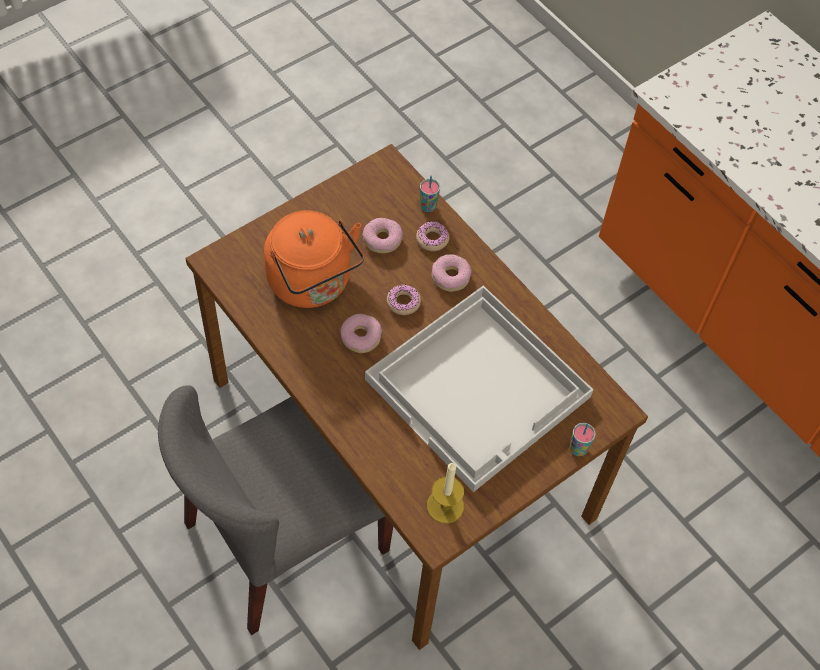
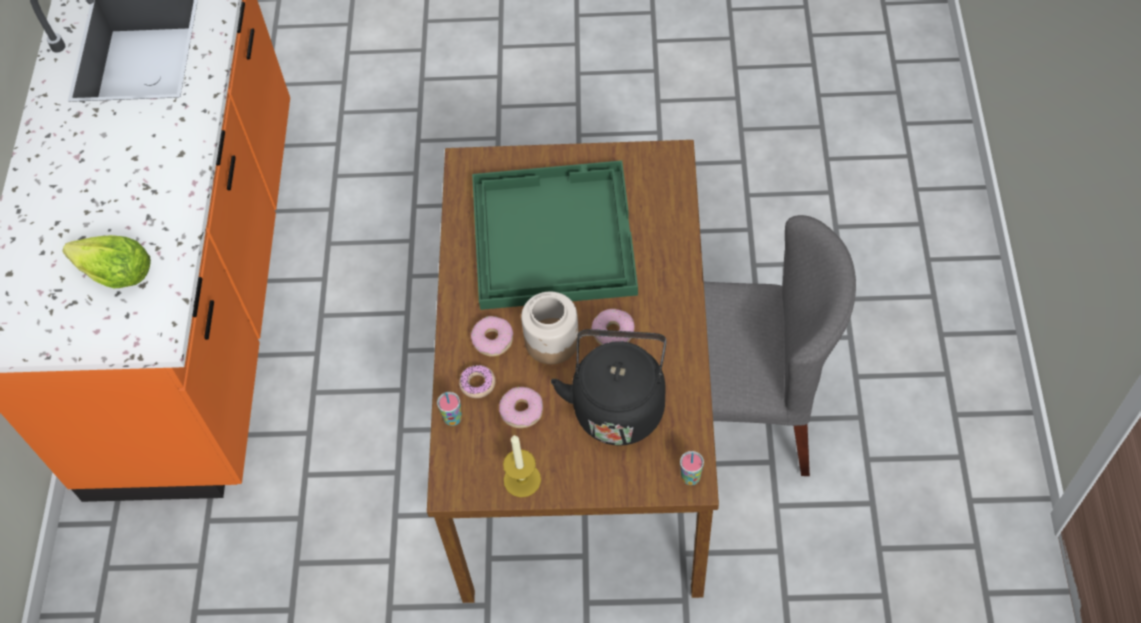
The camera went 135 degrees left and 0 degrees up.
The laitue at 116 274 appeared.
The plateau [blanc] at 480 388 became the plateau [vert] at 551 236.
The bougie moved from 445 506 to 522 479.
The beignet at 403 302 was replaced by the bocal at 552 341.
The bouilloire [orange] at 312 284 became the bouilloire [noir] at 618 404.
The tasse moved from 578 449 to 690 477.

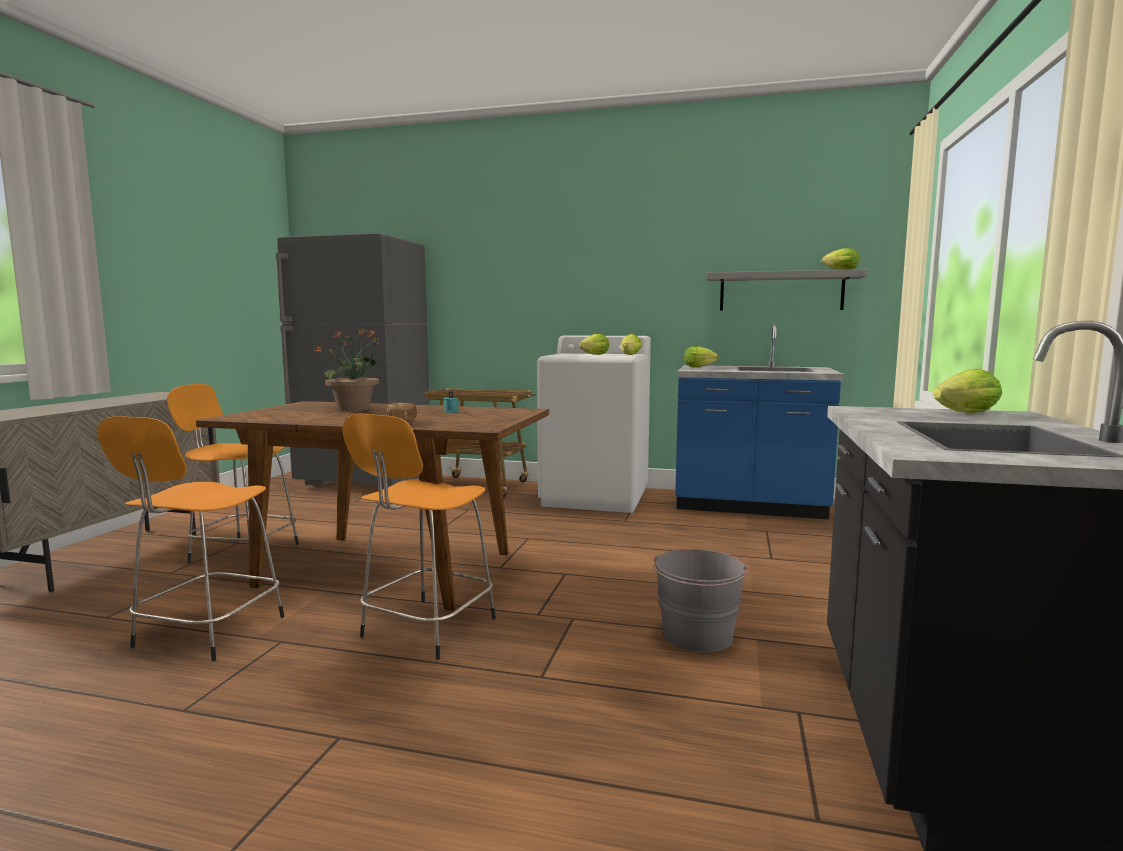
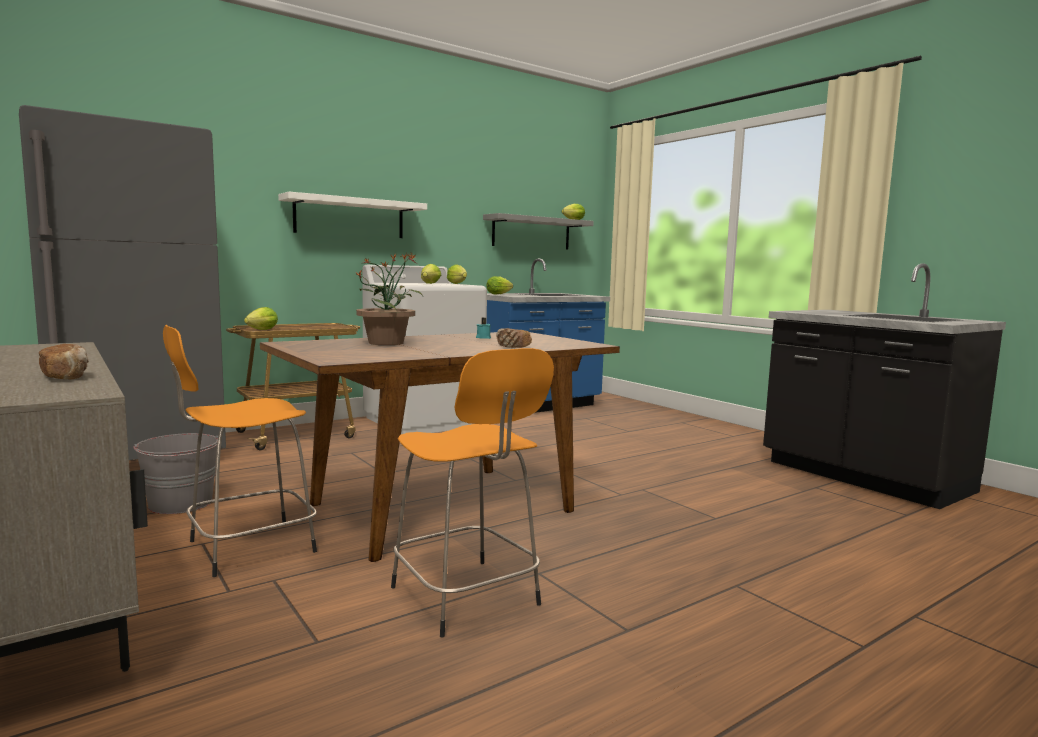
The camera went 50 degrees left and 0 degrees up.
The pain at 66 376 appeared.
The seau [gris] moved from 697 636 to 181 504.
The laitue moved from 962 413 to 260 330.
The étagère [blanc] at 350 217 appeared.
The tabouret [orange] at 426 629 disappeared.

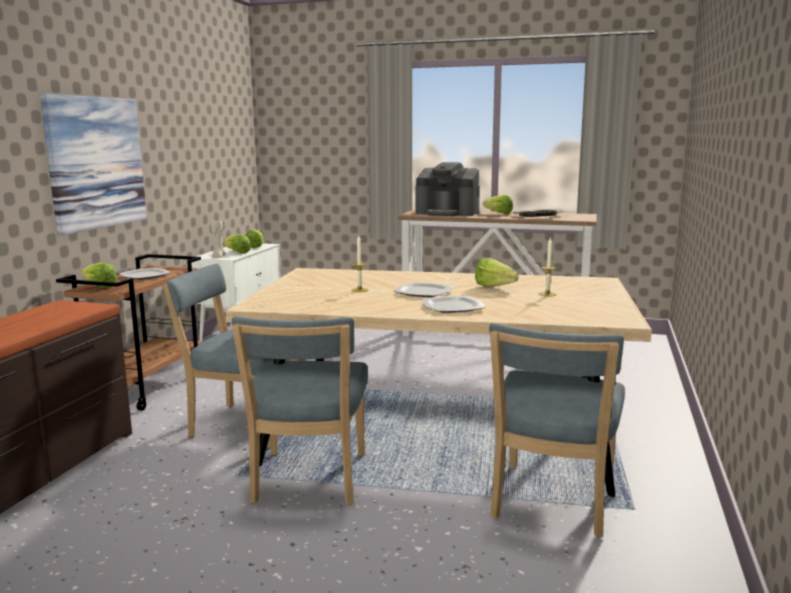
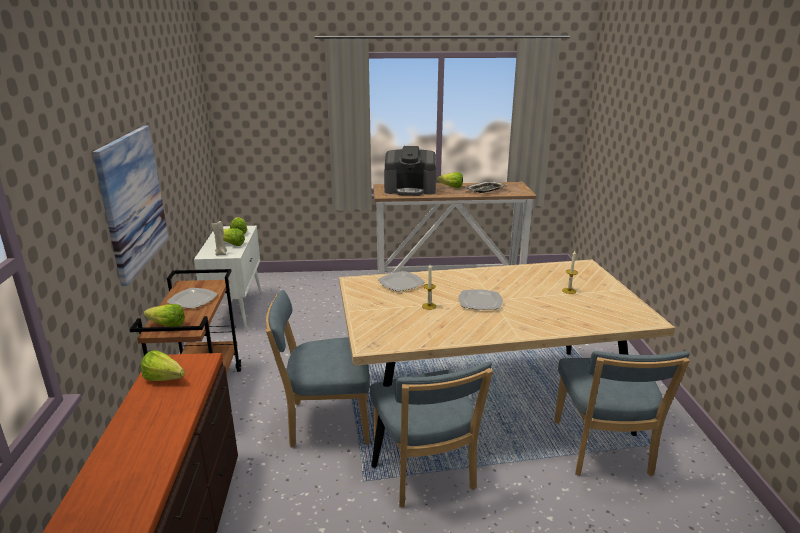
The camera went 20 degrees left and 10 degrees up.
The laitue moved from 497 288 to 166 380.
The assiette moved from 453 307 to 401 283.

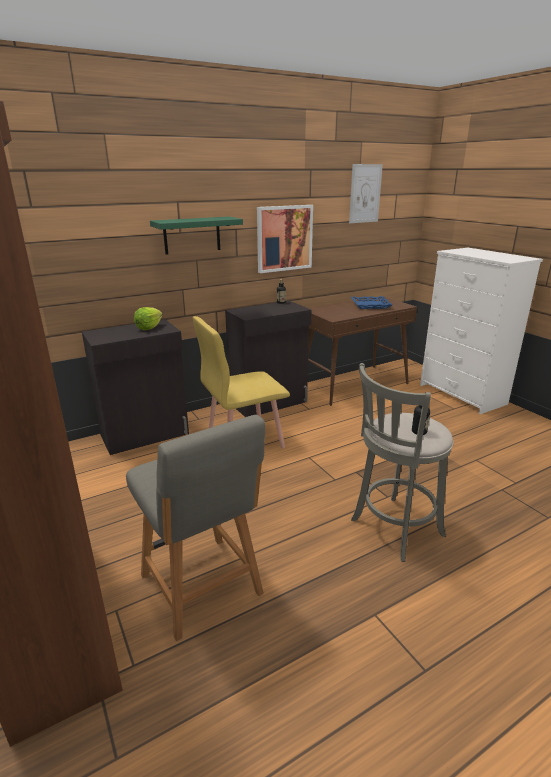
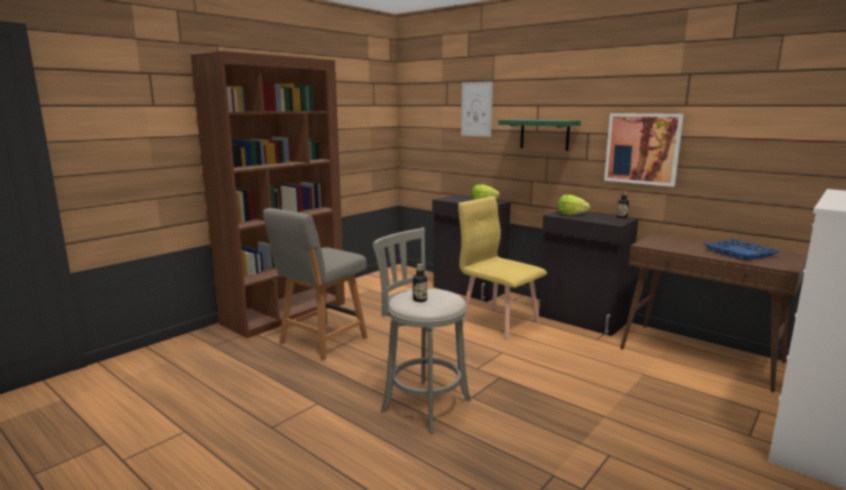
The camera went 70 degrees right and 10 degrees down.
The tableau moved from 365 193 to 476 109.
The laitue at 571 214 appeared.

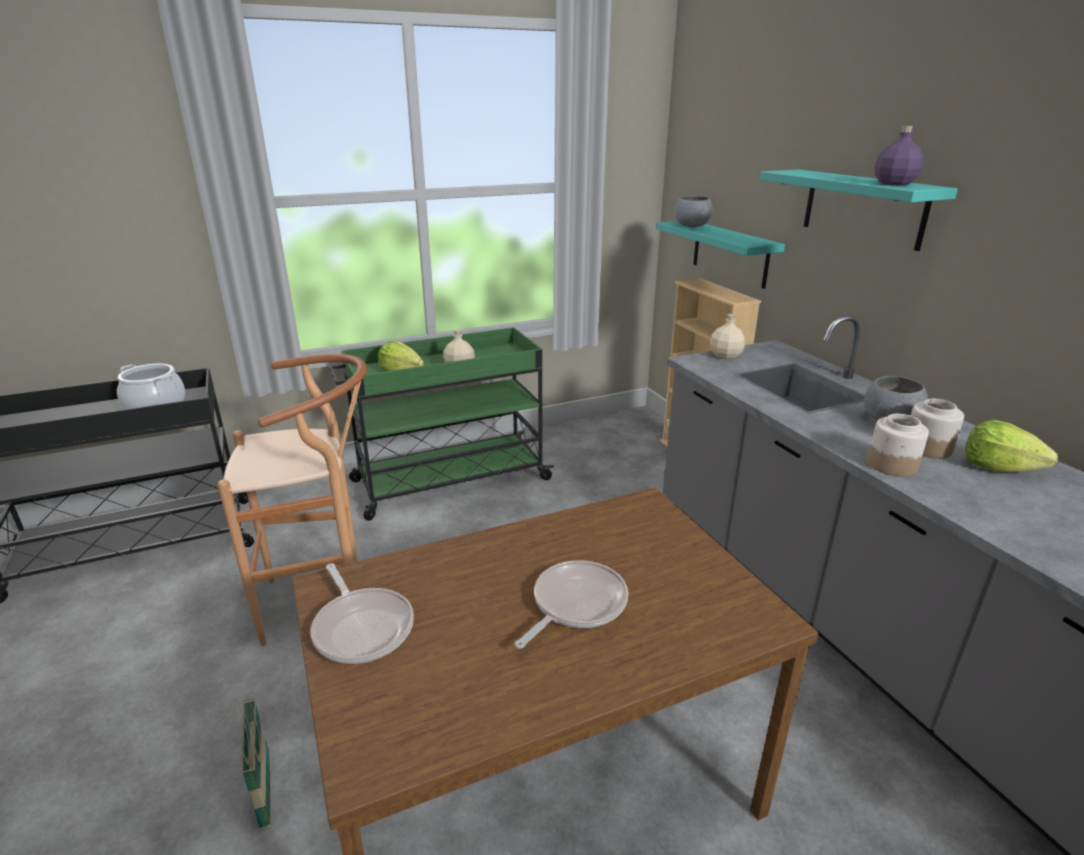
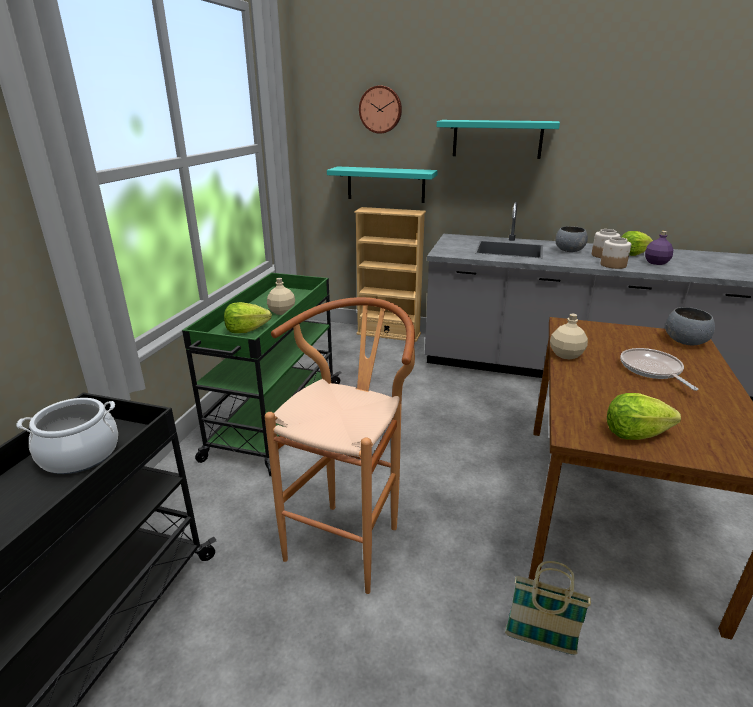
The camera went 50 degrees left and 0 degrees up.
The horloge murale at 380 109 appeared.
The bouteille [beige] moved from 726 356 to 566 354.
The poêle at 362 627 was replaced by the laitue at 635 433.
The bouteille [violet] moved from 894 184 to 656 263.
The bol [gris] moved from 691 226 to 685 342.

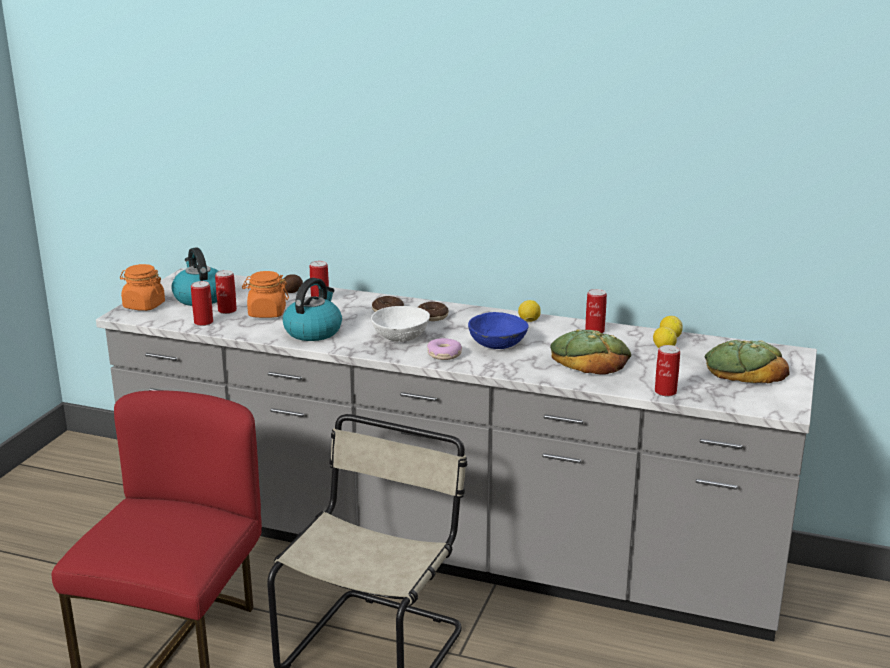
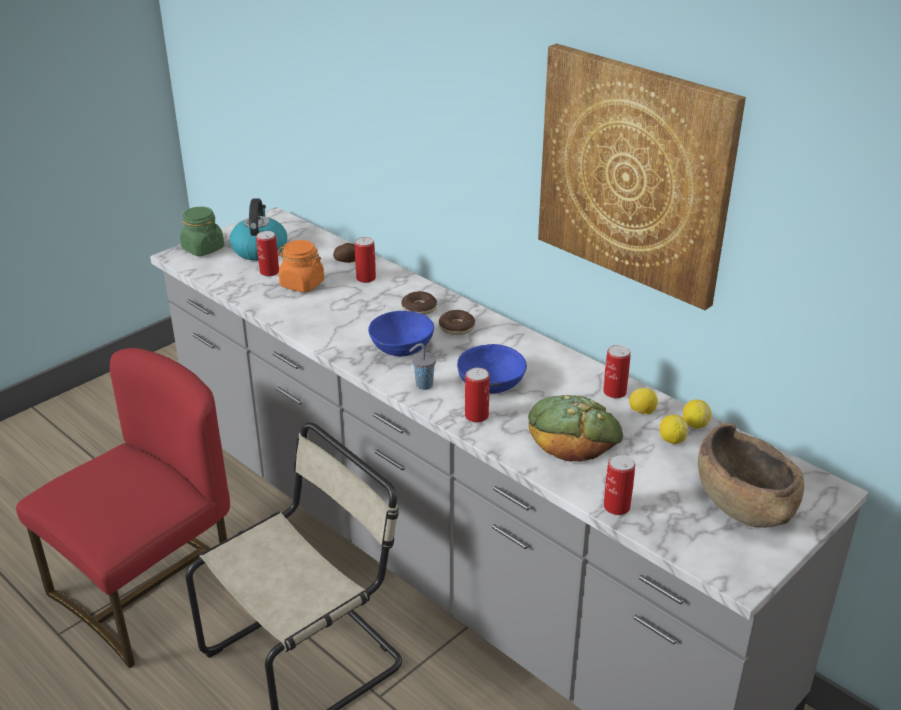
The camera went 25 degrees right and 10 degrees up.
The bocal [orange] at 144 306 became the bocal [vert] at 203 249.
The bol [blanc] at 401 336 became the bol [bleu] at 403 347.
The beignet at 444 355 was replaced by the tasse [gris] at 423 385.
The boîte métallique moved from 203 322 to 476 416.
The tableau at 634 174 appeared.
The citron moved from 529 321 to 642 412.
The pain at 744 369 was replaced by the bol [marron] at 743 499.
The bouilloire at 313 331 disappeared.

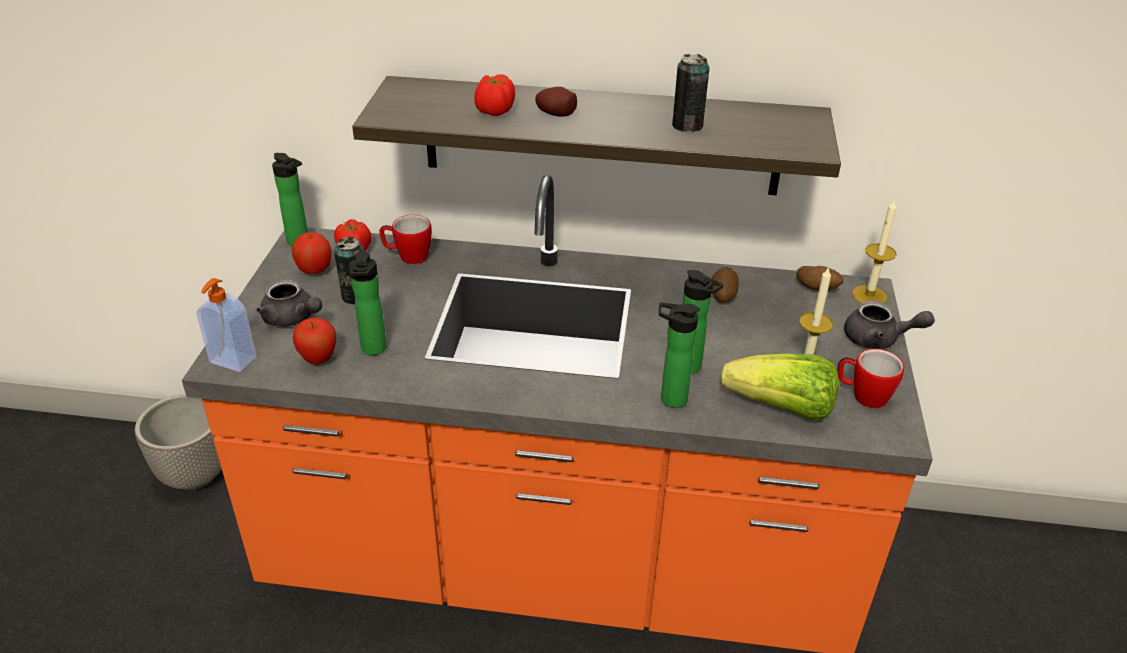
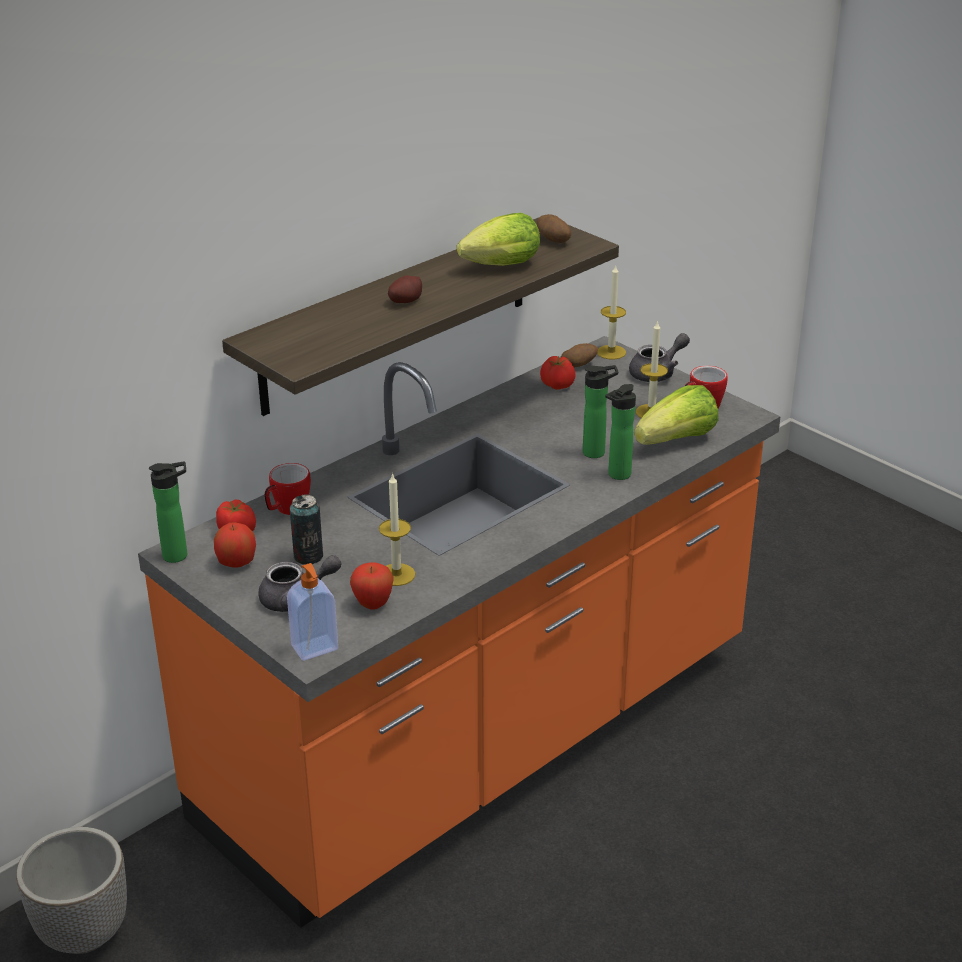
The camera went 50 degrees left and 5 degrees down.
The bouteille at 373 350 was replaced by the bougie at 396 574.
The boîte métallique at 687 126 was replaced by the laitue at 497 266.
The pomme de terre moved from 722 296 to 553 241.
The tomate moved from 494 111 to 557 386.

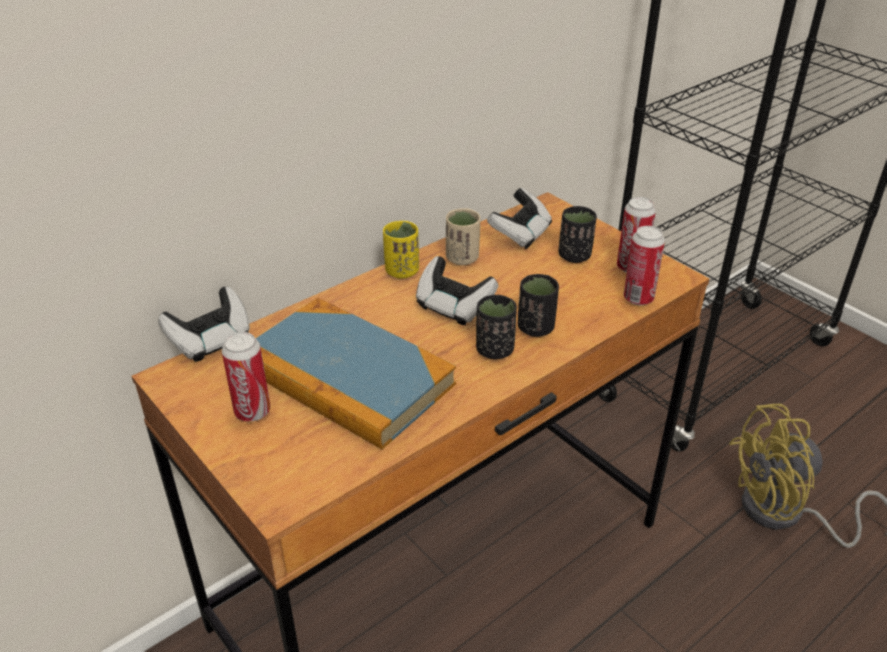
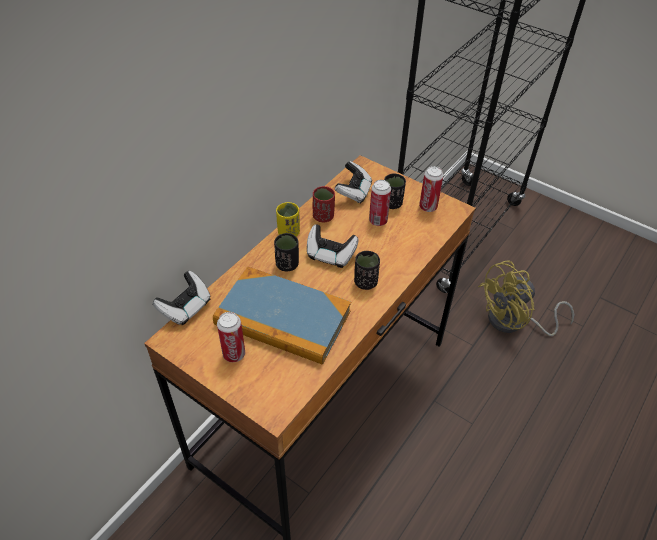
The camera went 15 degrees left and 10 degrees up.
The tasse [noir] moved from 535 328 to 287 264.
The tasse [beige] at 462 258 became the tasse [rouge] at 323 217.
The boîte métallique moved from 638 298 to 378 221.

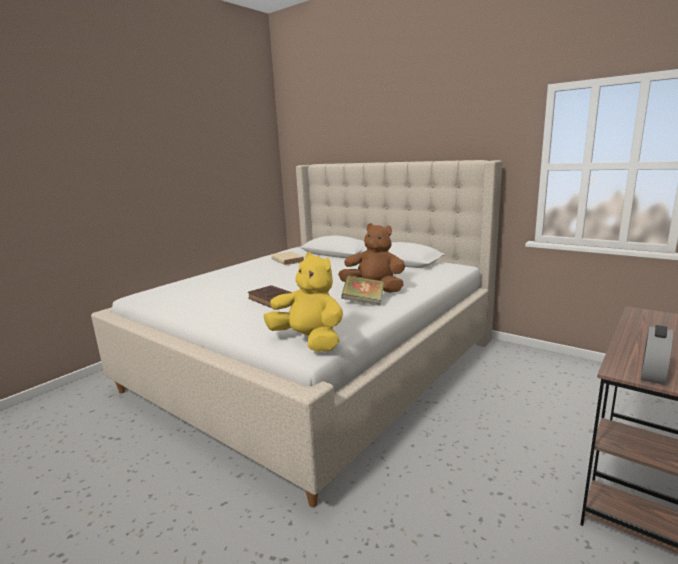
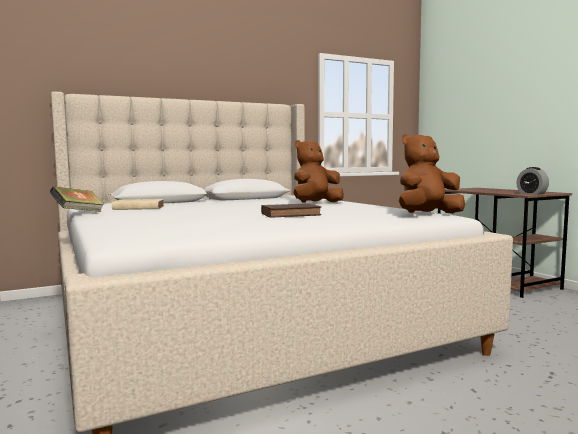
The camera went 65 degrees left and 10 degrees down.
The livre moved from 363 302 to 78 213.
The peluche [jaune] at 309 341 became the peluche [marron] at 427 215.

